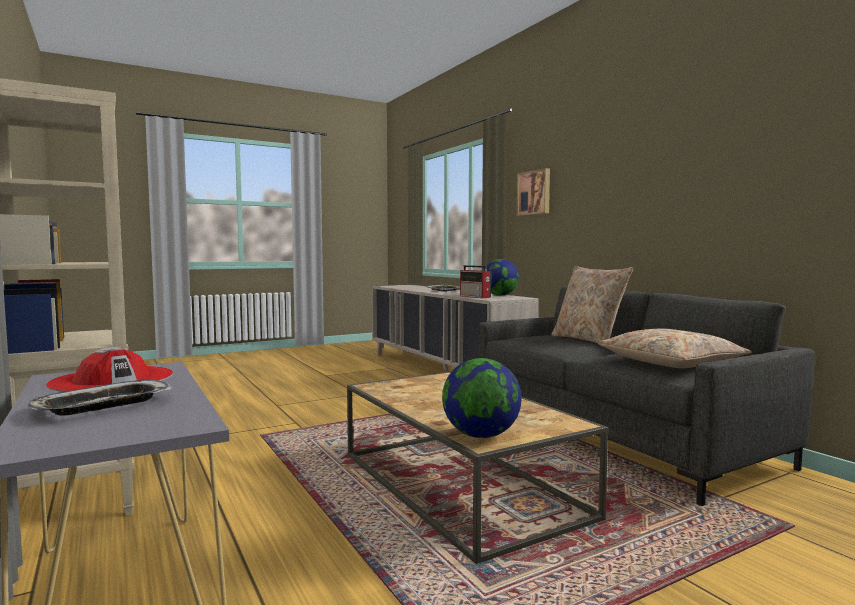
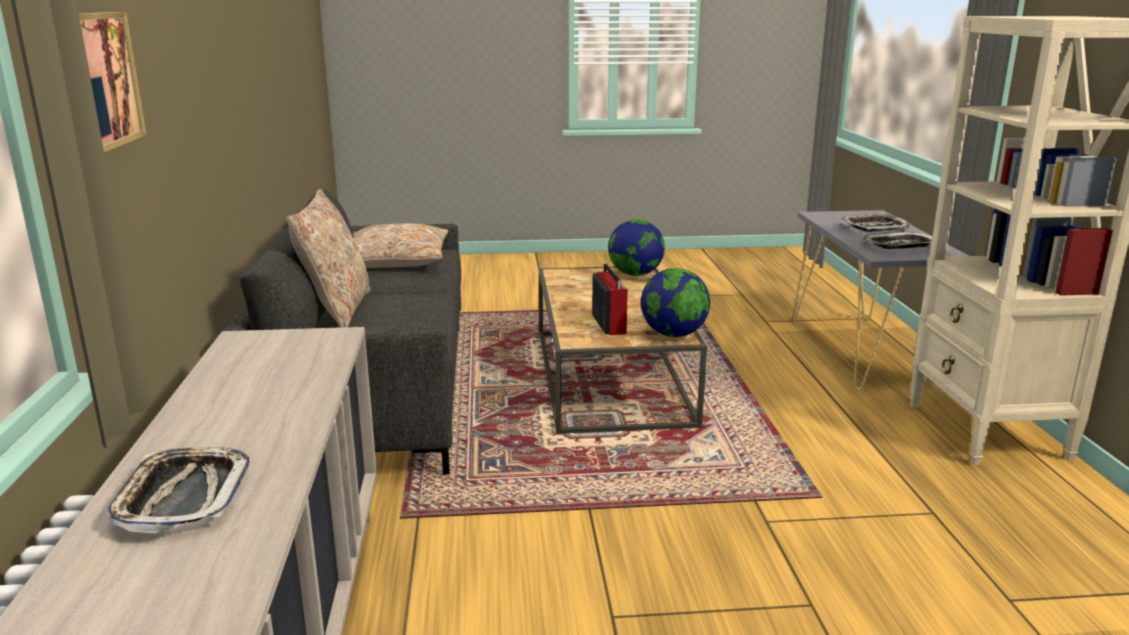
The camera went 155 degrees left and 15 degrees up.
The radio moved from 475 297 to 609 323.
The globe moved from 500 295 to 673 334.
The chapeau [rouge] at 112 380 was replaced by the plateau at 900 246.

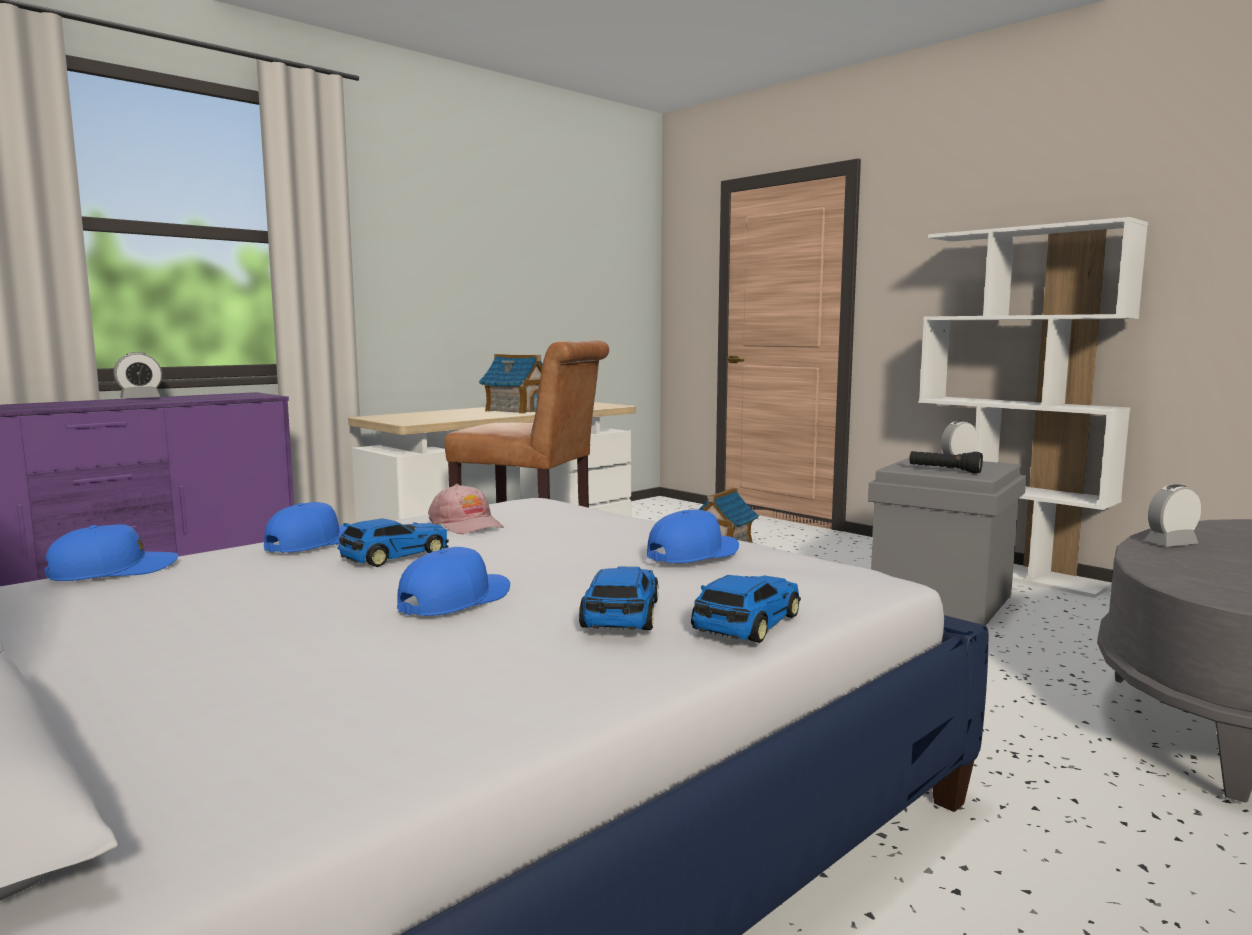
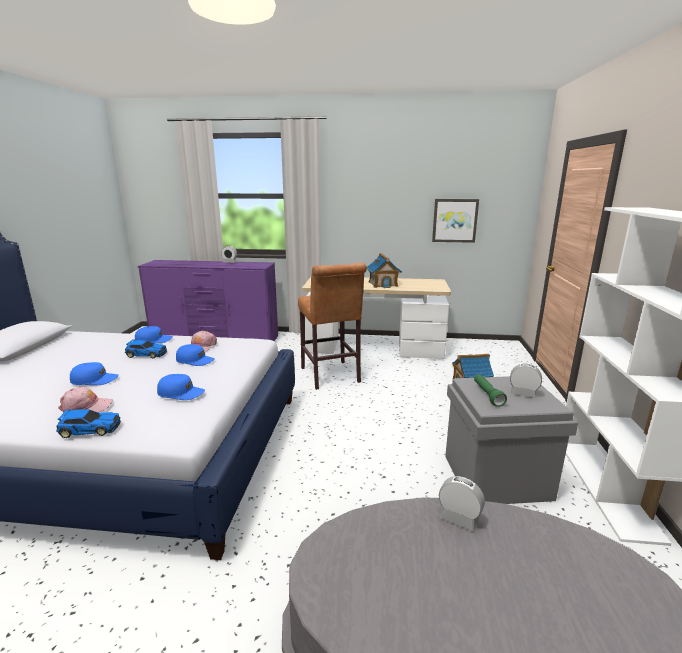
The camera went 50 degrees right and 10 degrees up.
The petite voiture at 620 614 was replaced by the casquette [rose] at 86 407.
The casquette [bleu] moved from 113 571 to 195 360.
The tableau at 454 220 appeared.
The lampe de poche [noir] at 944 470 became the lampe de poche [vert] at 487 395.

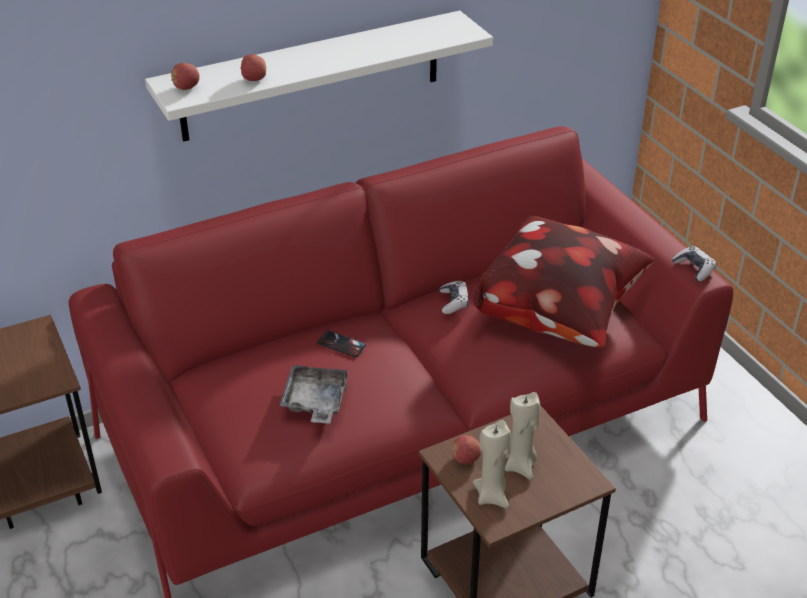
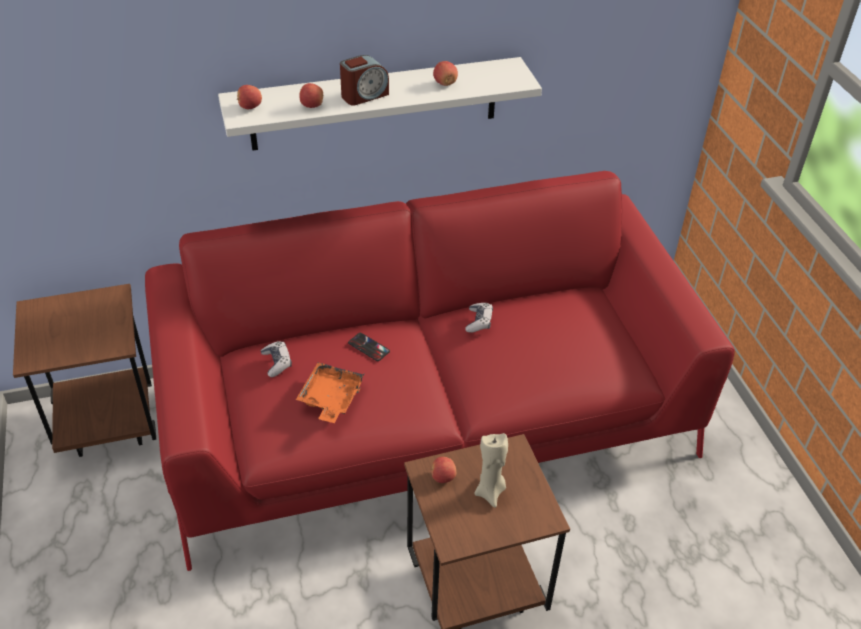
The camera went 10 degrees right and 5 degrees up.
The manette moved from 694 269 to 277 363.
The plateau [gris] at 315 402 became the plateau [orange] at 330 399.
The réveil at 364 95 appeared.
The pomme at 445 83 appeared.
The coussin at 561 315 disappeared.
The bougie [beige] at 492 495 disappeared.

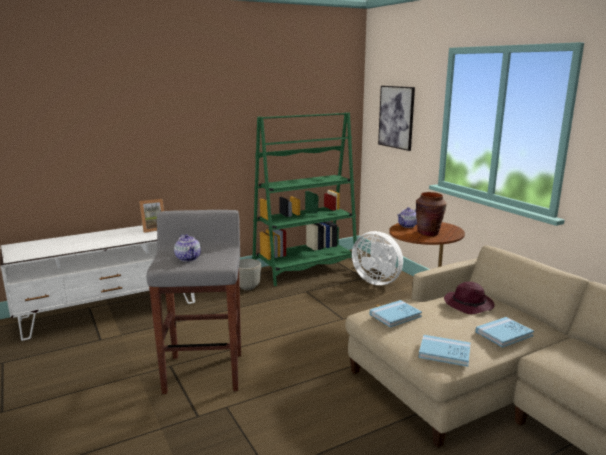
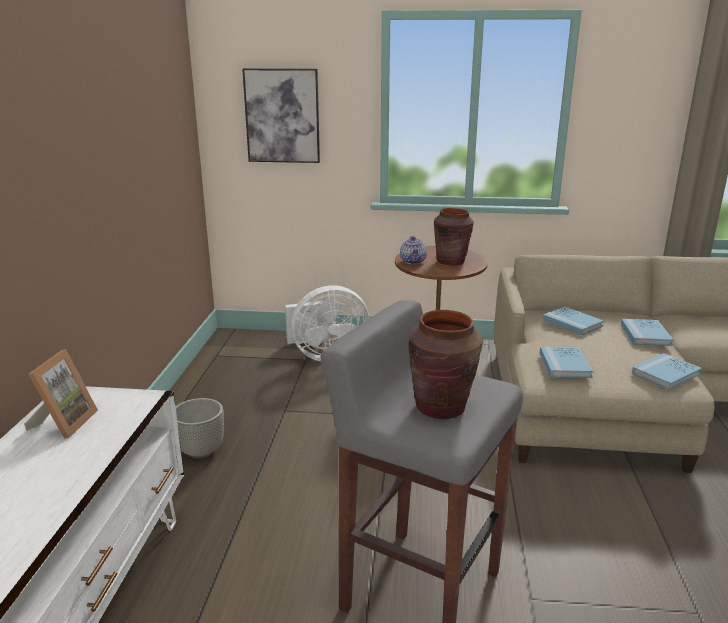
The camera went 55 degrees left and 5 degrees up.
The théière at 188 258 was replaced by the vase [marron] at 441 407.
The chapeau [violet] at 469 305 was replaced by the livre [bleu] at 572 323.
The bibliothèque [vert] at 305 269 disappeared.

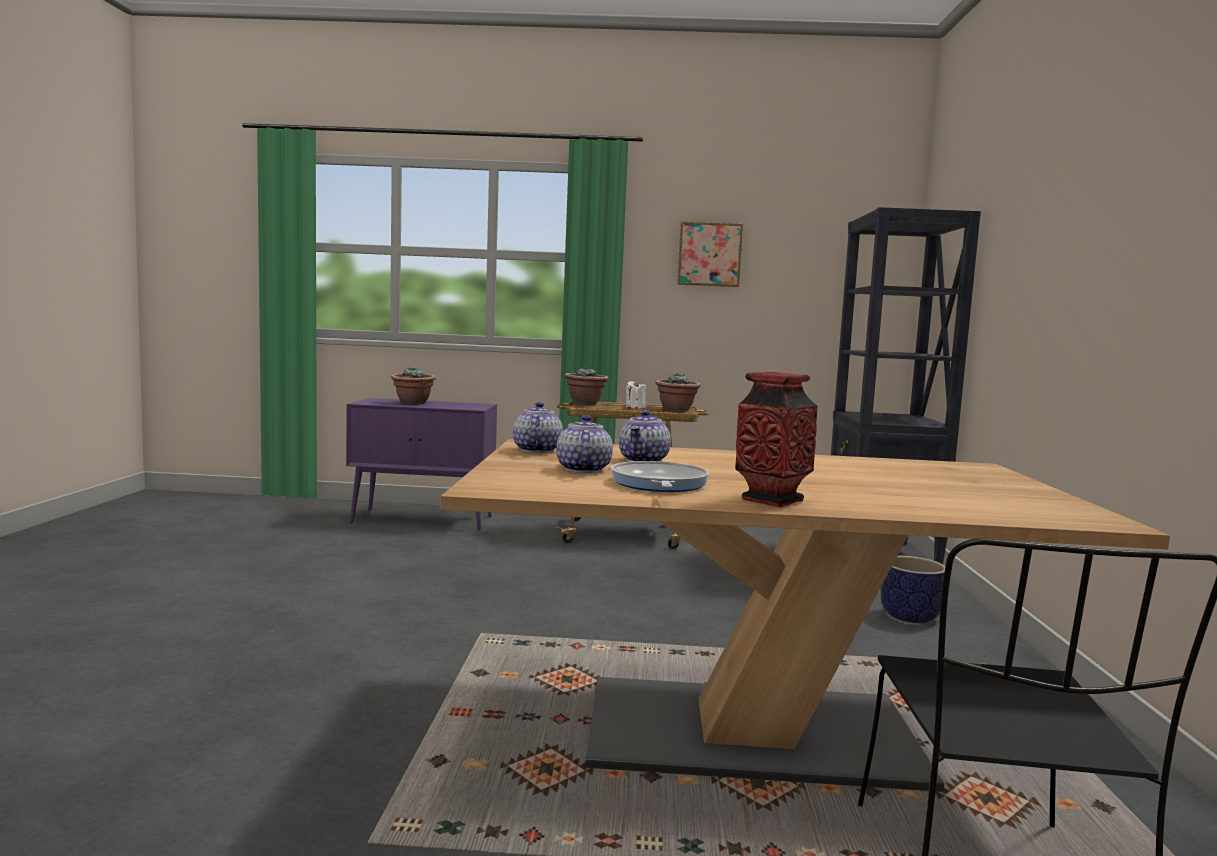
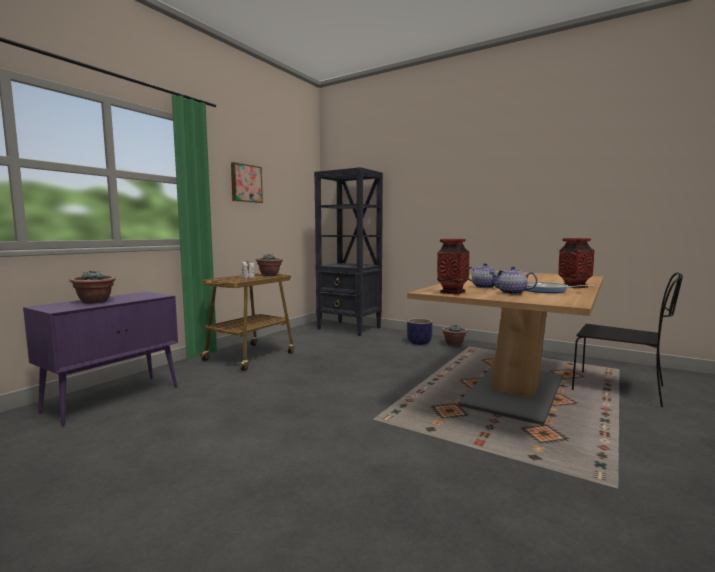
The camera went 60 degrees left and 0 degrees up.
The théière at 536 450 was replaced by the vase at 452 292.
The plante en pot moved from 585 402 to 454 344.

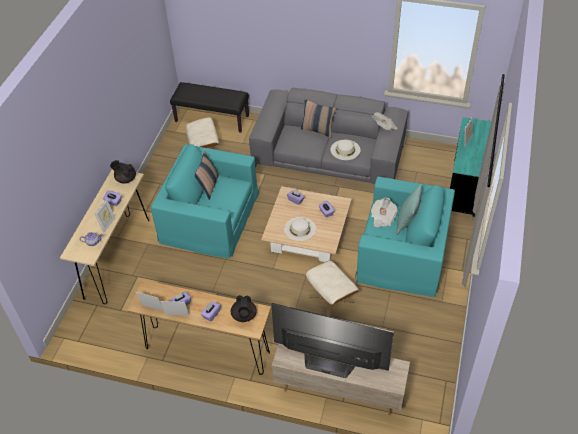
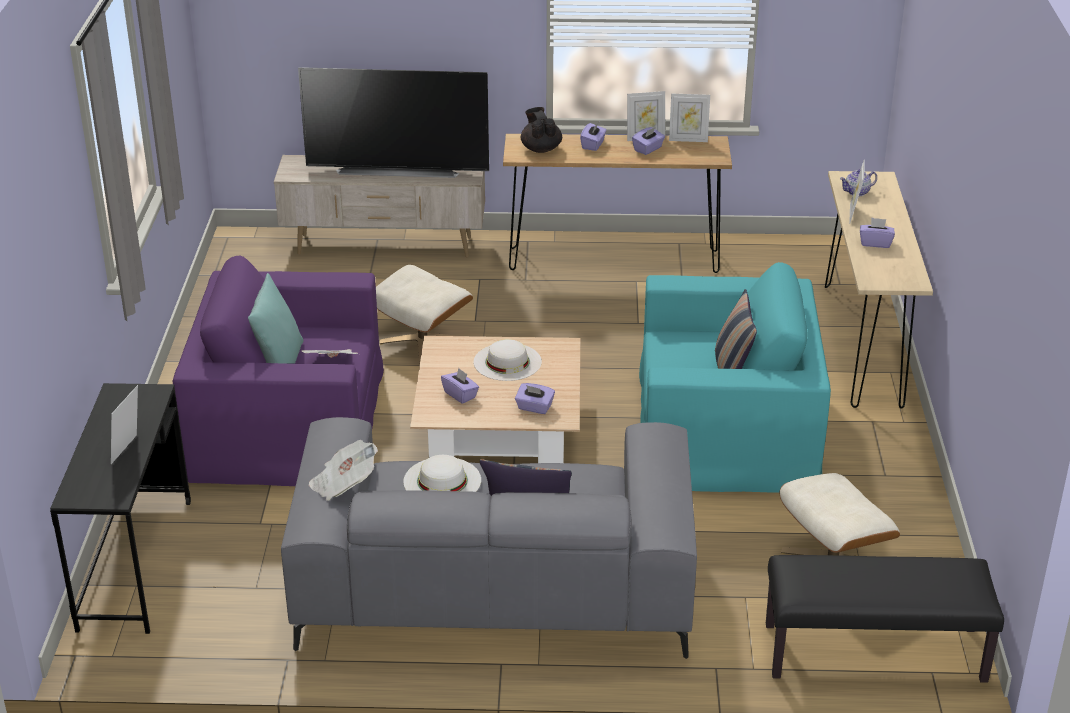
The camera went 165 degrees right and 15 degrees down.
The bureau [turquoise] at 463 188 became the bureau [noir] at 135 564.
The fauteuil [turquoise] at 403 253 became the fauteuil [violet] at 288 422.
The théière [noir] at 125 179 disappeared.

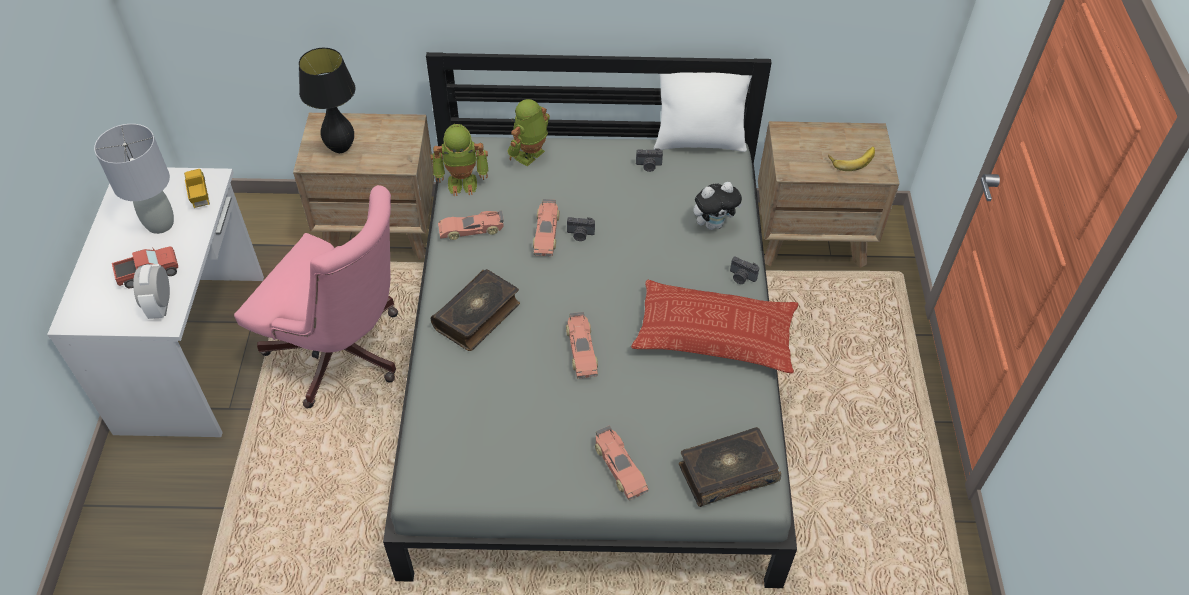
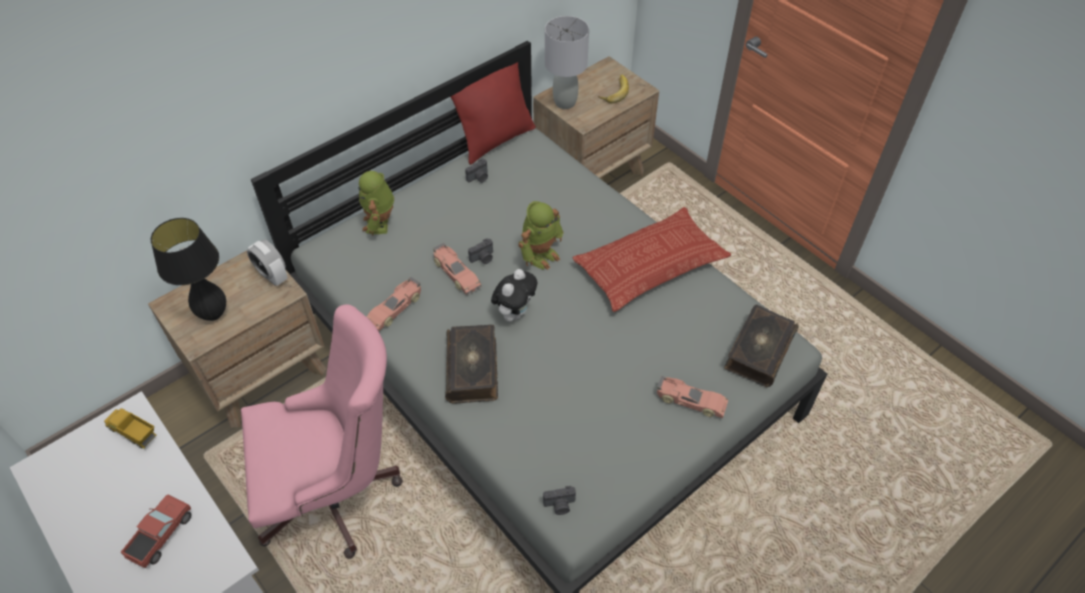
The camera went 40 degrees left and 0 degrees up.
The réveil moved from 161 305 to 272 276.
The coussin [blanc] at 699 142 became the coussin [rouge] at 496 140.
The peluche moved from 713 224 to 515 312.
The robot jouet moved from 462 182 to 540 255.
The appareil photo moved from 741 277 to 560 505.
The lampe de table [gris] moved from 160 224 to 564 103.
The petite voiture at 581 350 disappeared.

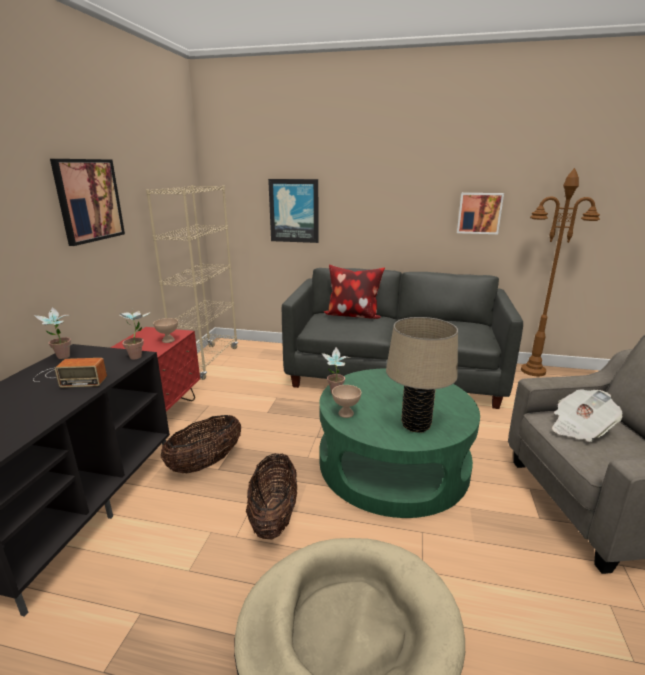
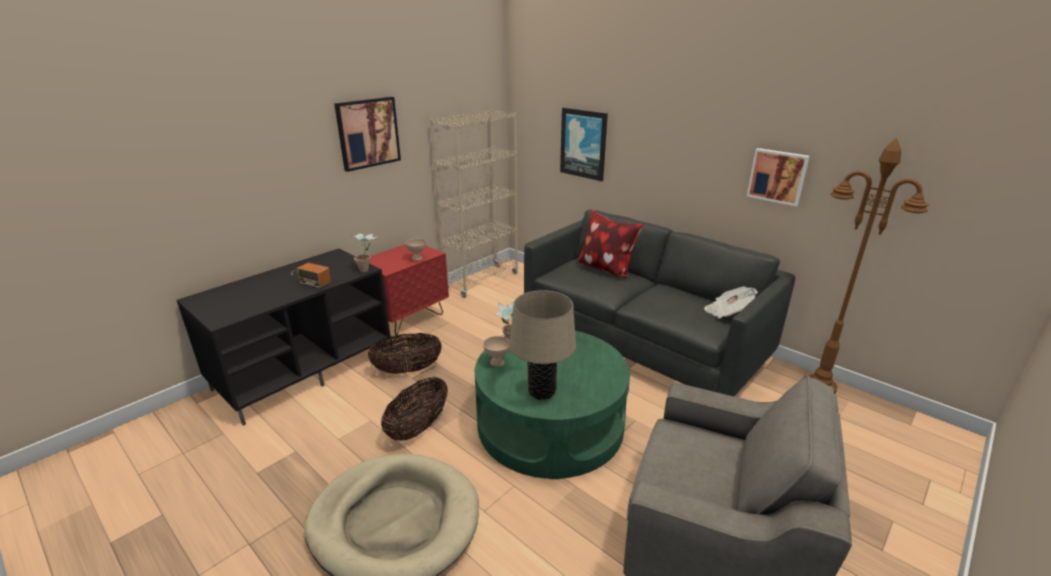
The camera went 30 degrees right and 5 degrees up.
The journal moved from 580 428 to 728 312.
The plante en pot at 63 358 disappeared.

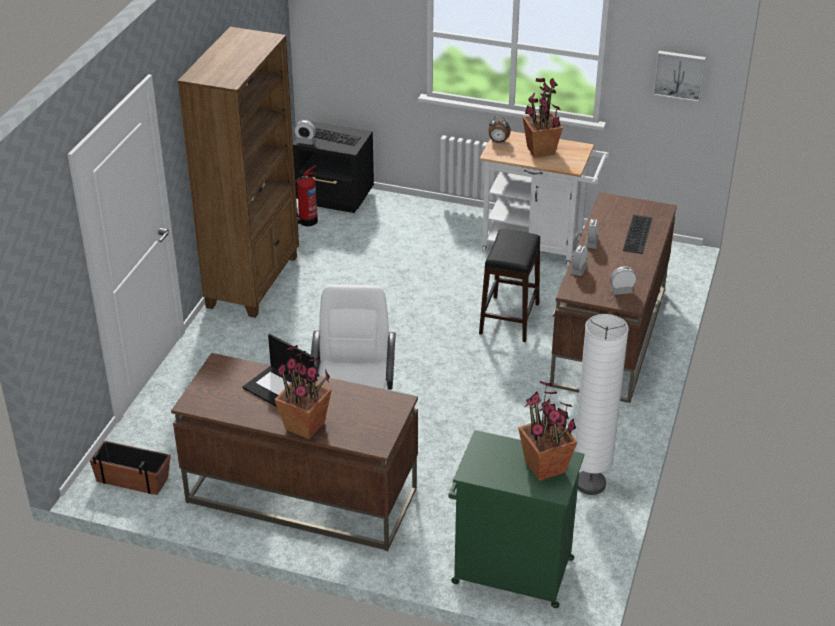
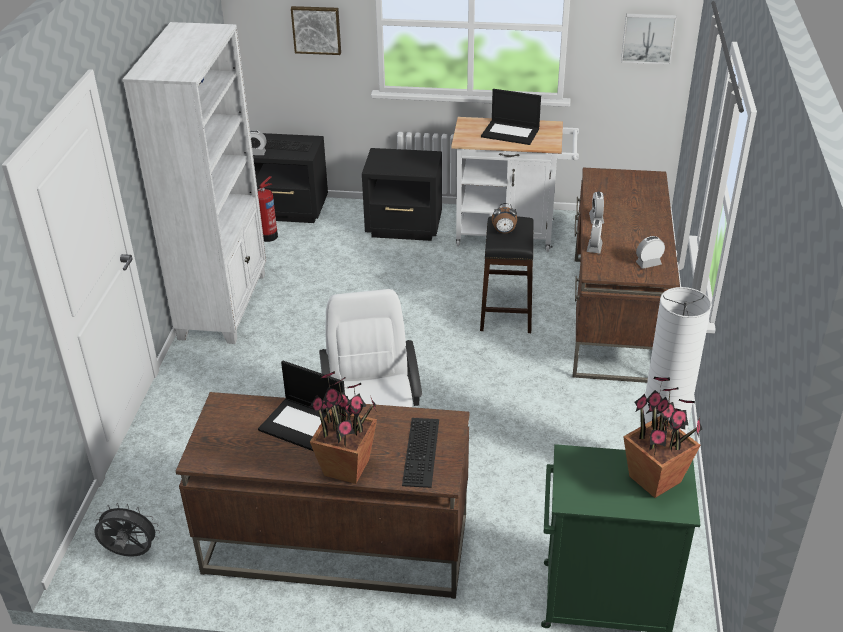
The camera went 10 degrees left and 0 degrees up.
The cache-pot at 133 479 was replaced by the ventilateur [gris] at 130 554.
The bibliothèque [marron] at 254 281 became the bibliothèque [blanc] at 224 305.
The tableau at 316 29 appeared.
The table de chevet [noir] at 405 228 appeared.
The clavier moved from 639 234 to 423 452.
The plante en pot at 540 150 was replaced by the ordinateur portable at 511 132.
The réveil moved from 498 142 to 504 232.

